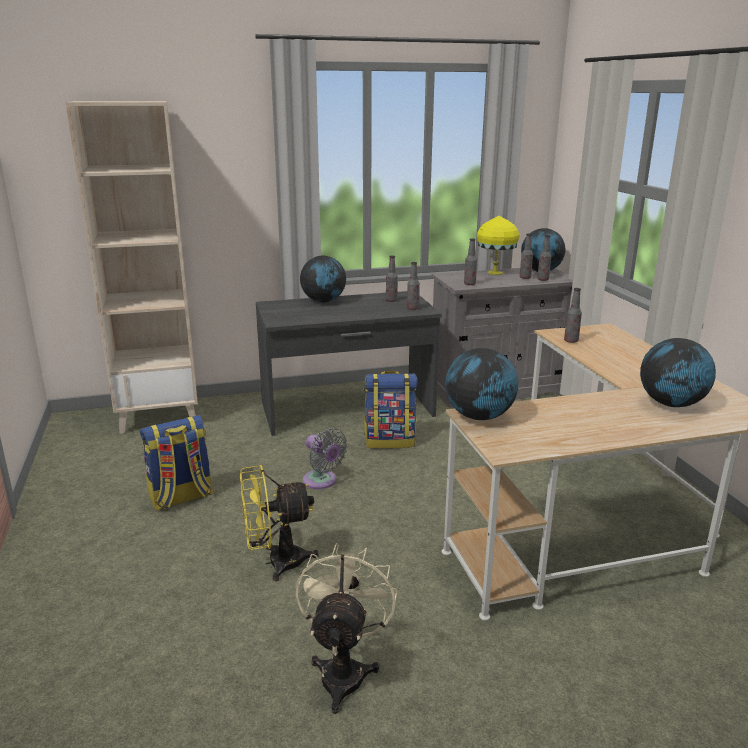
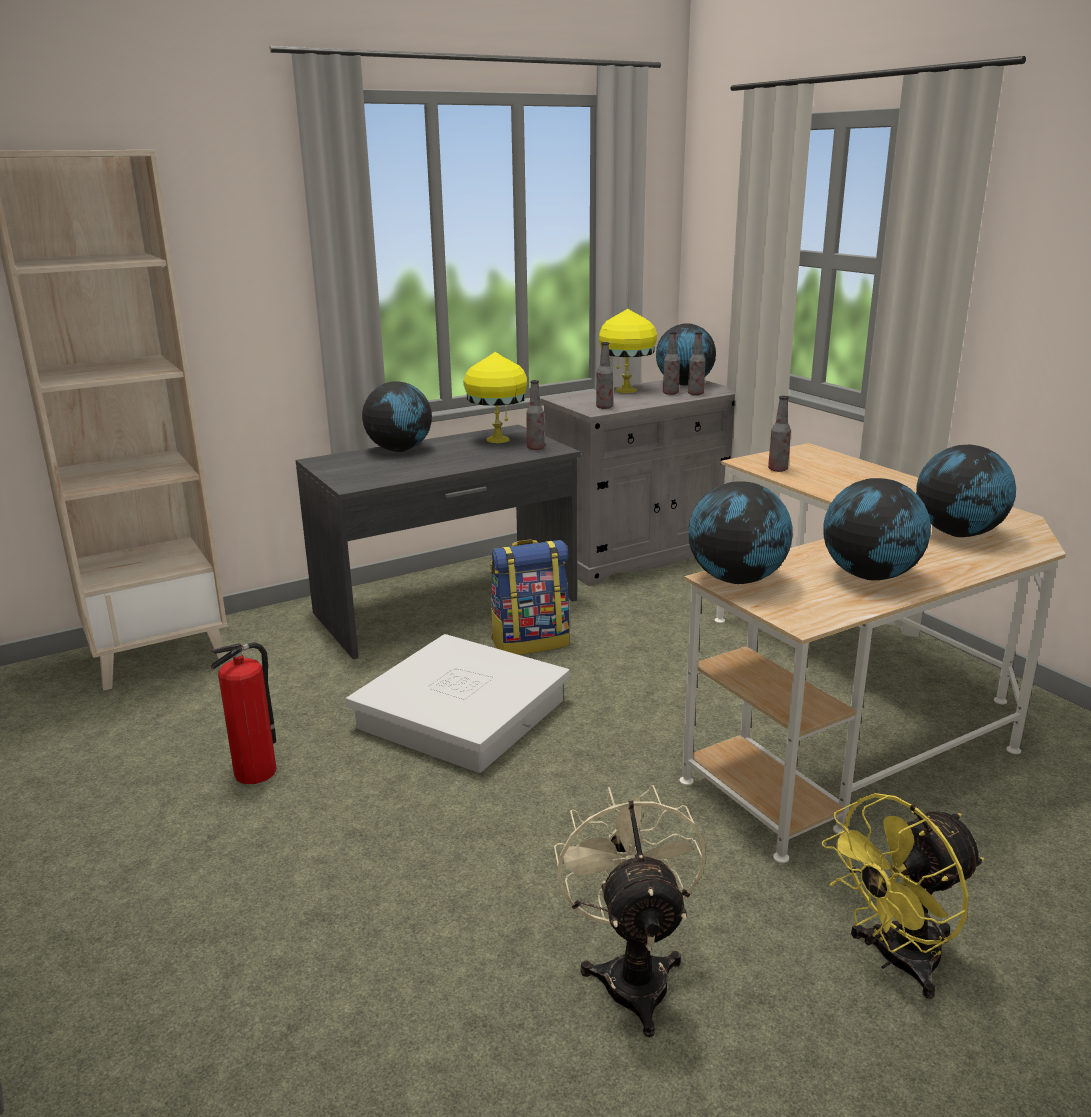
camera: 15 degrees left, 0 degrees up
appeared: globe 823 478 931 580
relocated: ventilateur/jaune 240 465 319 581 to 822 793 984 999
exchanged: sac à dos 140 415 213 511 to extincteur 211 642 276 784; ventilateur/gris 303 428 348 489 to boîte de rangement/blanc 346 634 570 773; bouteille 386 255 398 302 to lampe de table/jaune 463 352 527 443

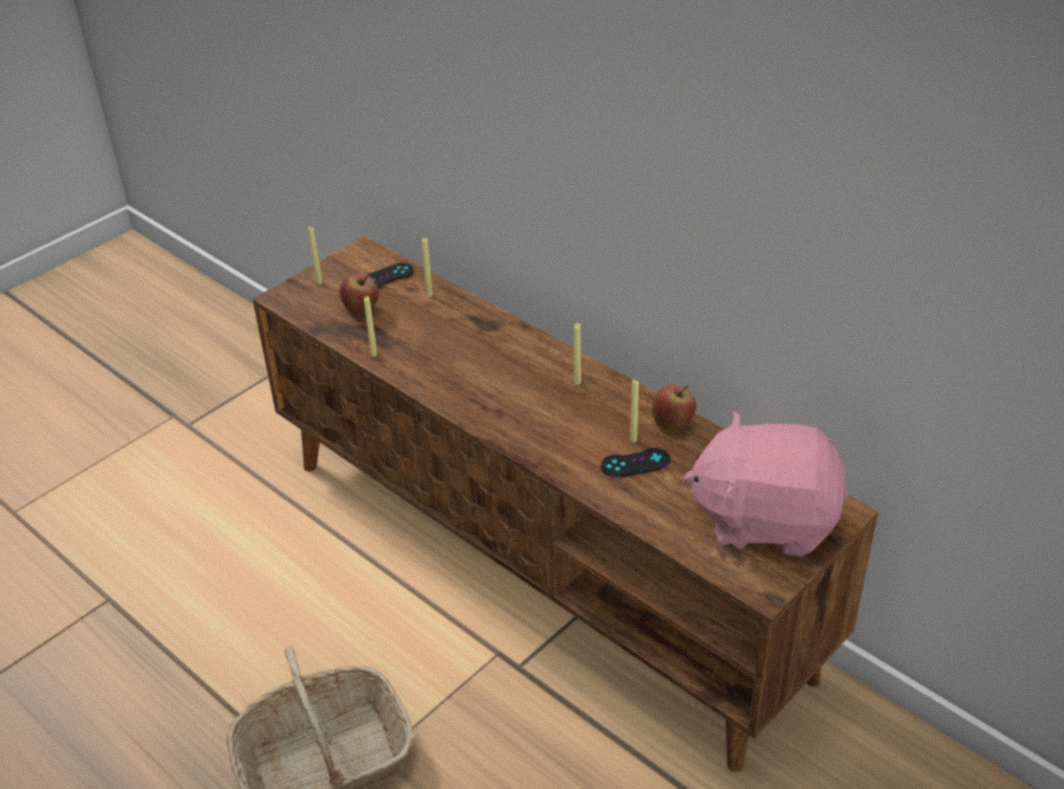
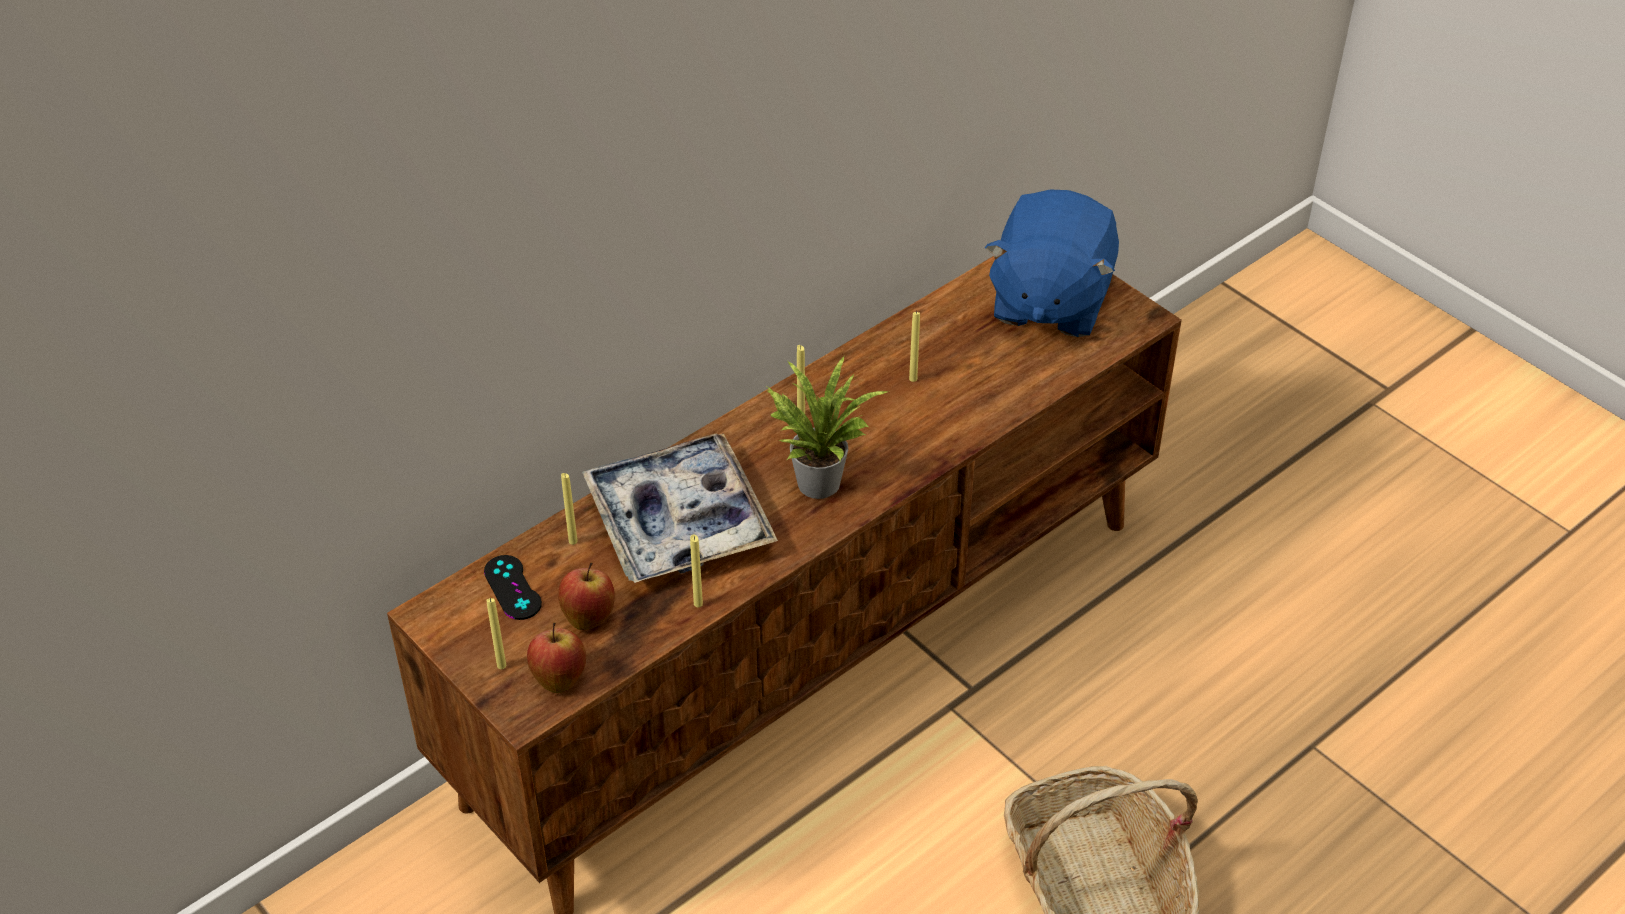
camera: 85 degrees left, 5 degrees up
missing: manette/noir 601 448 670 478
appeared: plateau 582 434 778 583; plante en pot 766 356 889 499
relocated: pomme 652 384 696 432 to 527 622 586 693
colour: peluche/rose 683 411 848 557 to peluche/bleu 985 189 1119 337

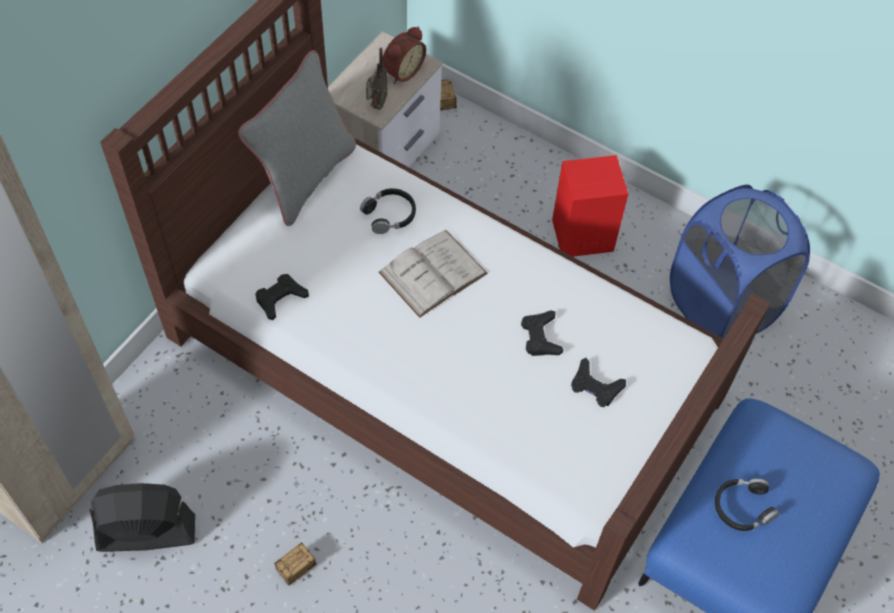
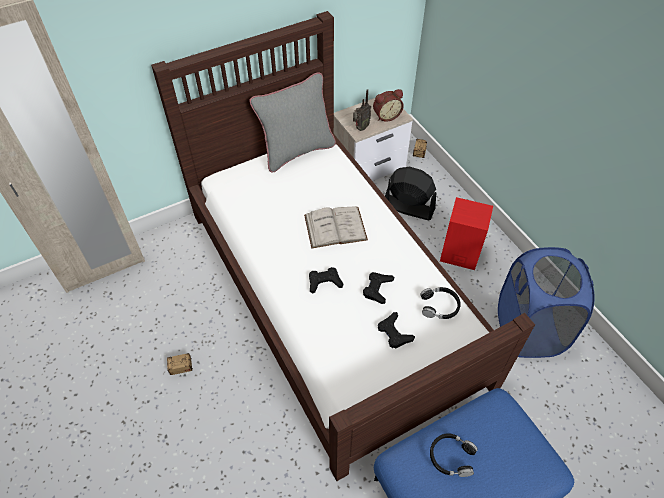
camera: 30 degrees right, 5 degrees down
relocated: manette/noir 255 274 309 320 to 309 267 343 294; ventilateur/noir 89 483 195 552 to 385 167 437 220; casque audio/noir 360 188 416 234 to 420 287 461 319

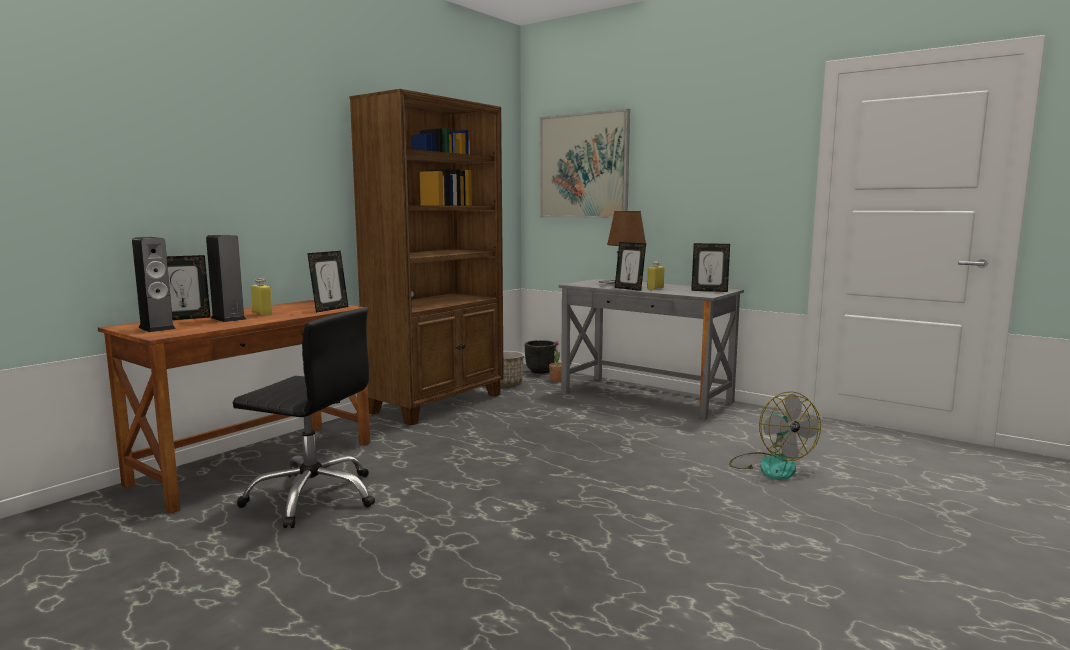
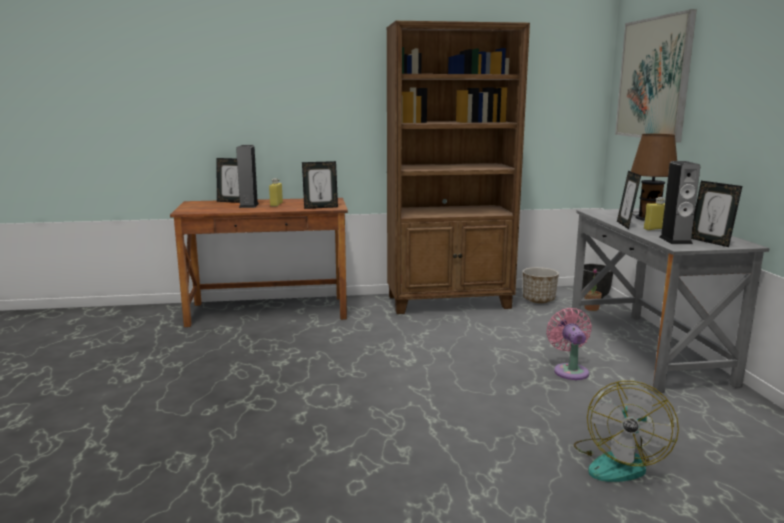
camera: 45 degrees right, 5 degrees up
missing: chaise de bureau/noir 233 308 375 528
appeared: ventilateur/rose 546 308 592 380
relocated: enceinte 132 237 175 332 to 659 161 700 244

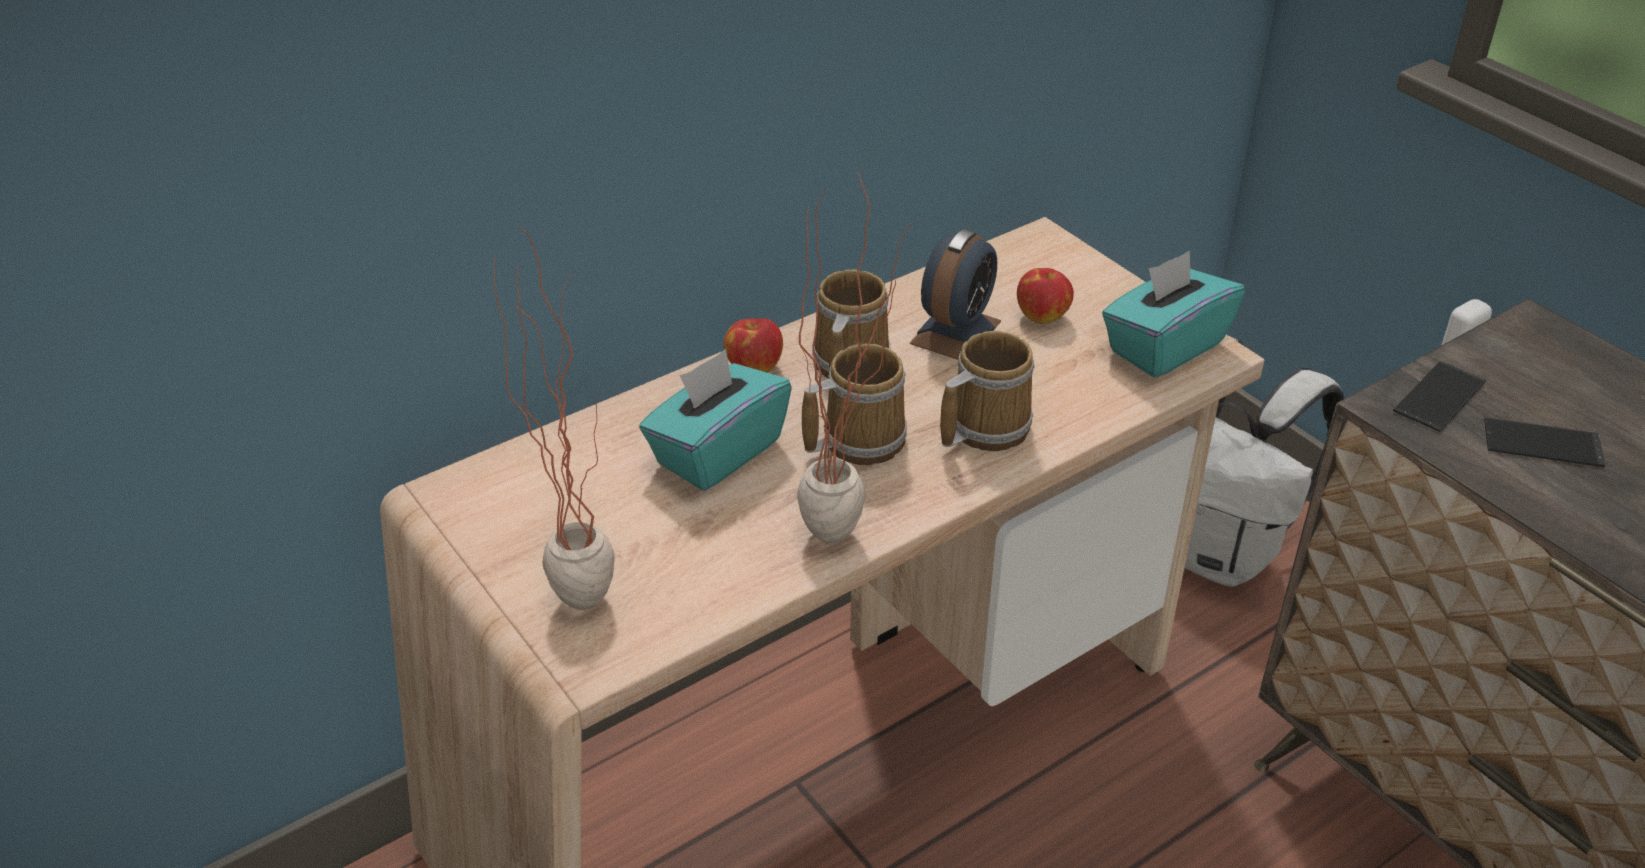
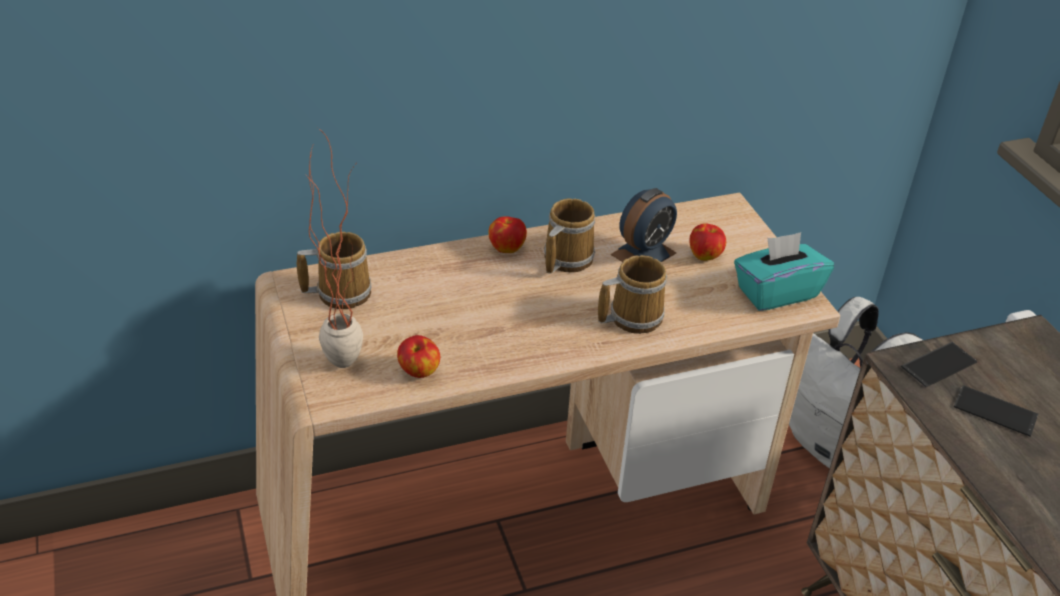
camera: 15 degrees right, 0 degrees up
missing: boîte à mouchoirs/turquoise 639 349 792 491; plante en pot 797 169 915 544
appeared: pomme 397 335 440 378
relocated: mug 802 344 907 465 to 297 232 371 309

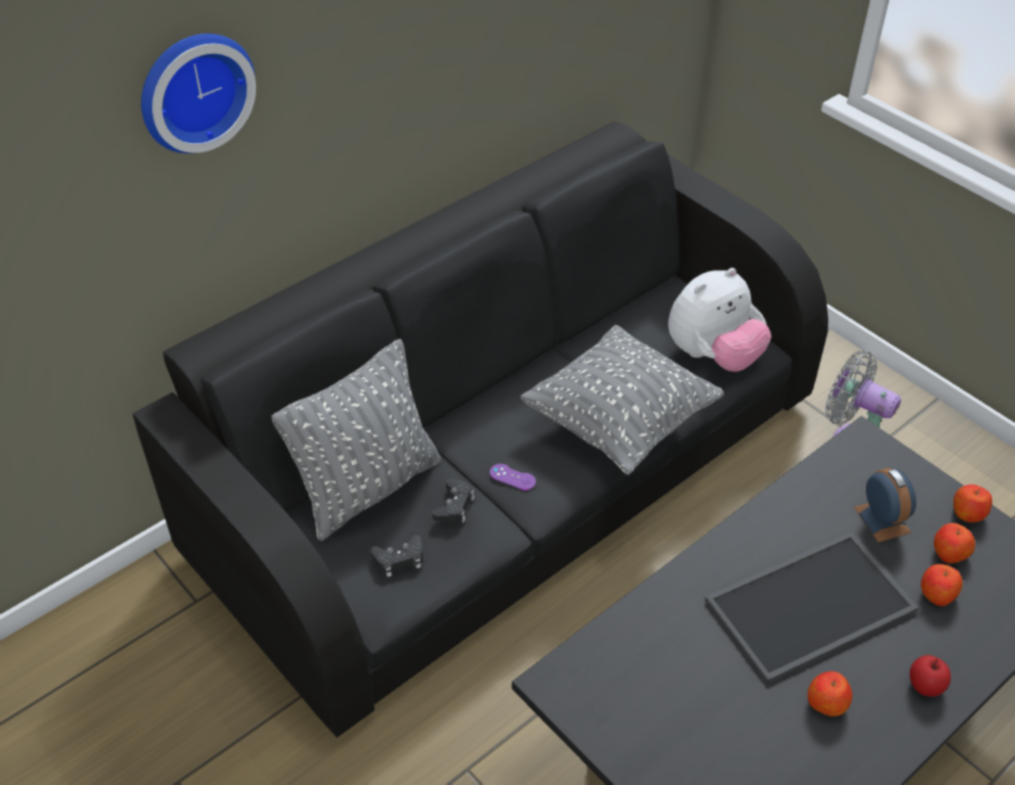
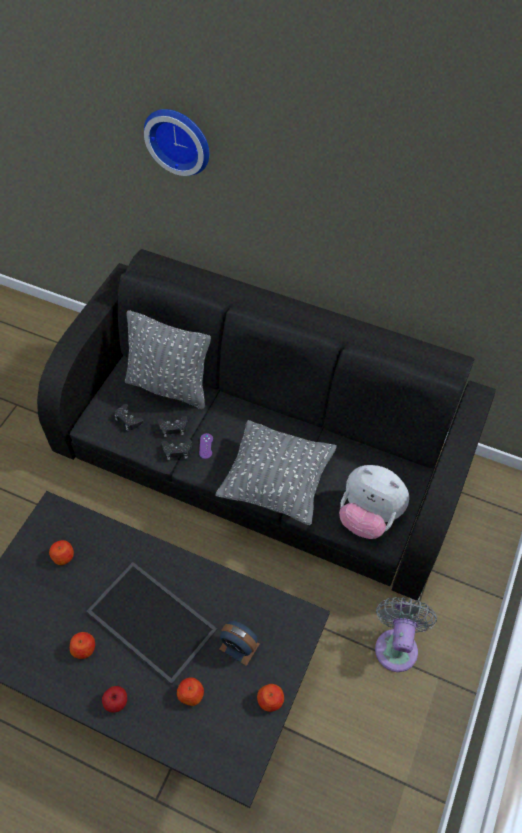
camera: 65 degrees right, 10 degrees up
appeared: manette/noir 162 439 192 460
relocated: pomme 934 523 975 563 to 49 540 74 565
spun: réveil 854 468 916 542 = 220 621 260 666 75 degrees clockwise

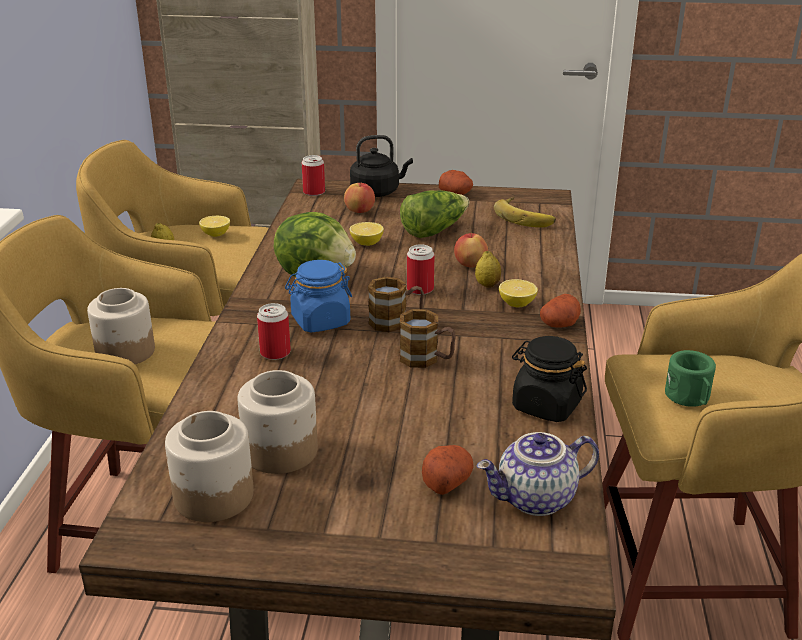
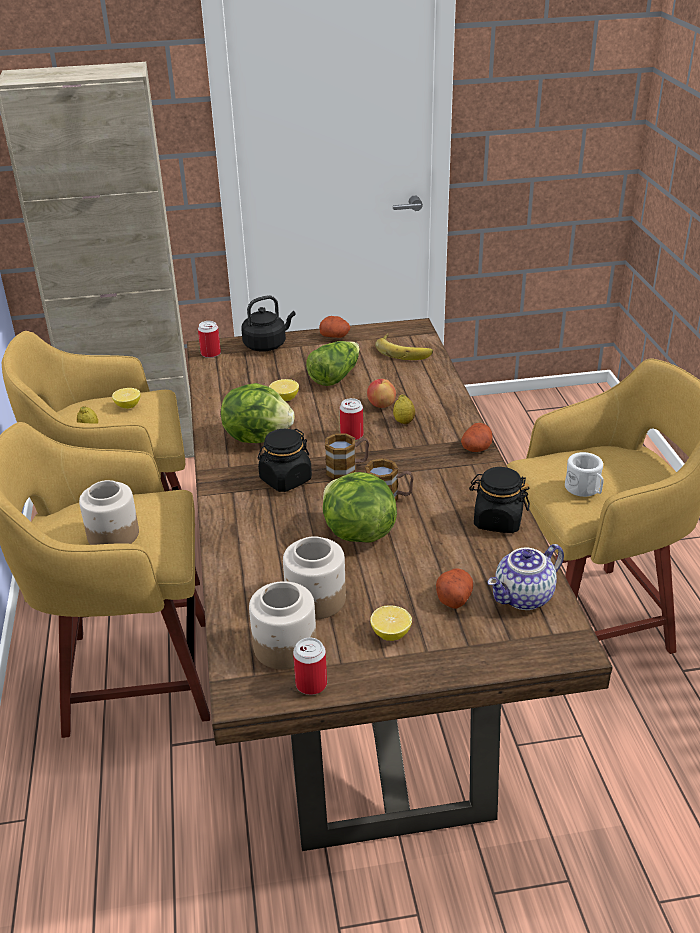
camera: 15 degrees left, 5 degrees up
missing: pomme 344 182 375 213
appeared: laitue 323 472 397 542
relocated: boîte métallique 257 303 291 360 to 293 638 327 695; citron 499 279 538 308 to 370 605 412 641
colour: bocal/bleu 285 260 352 332 to bocal/noir 258 429 312 492; mug/vert 665 350 716 407 to mug/blanc 565 452 604 497

